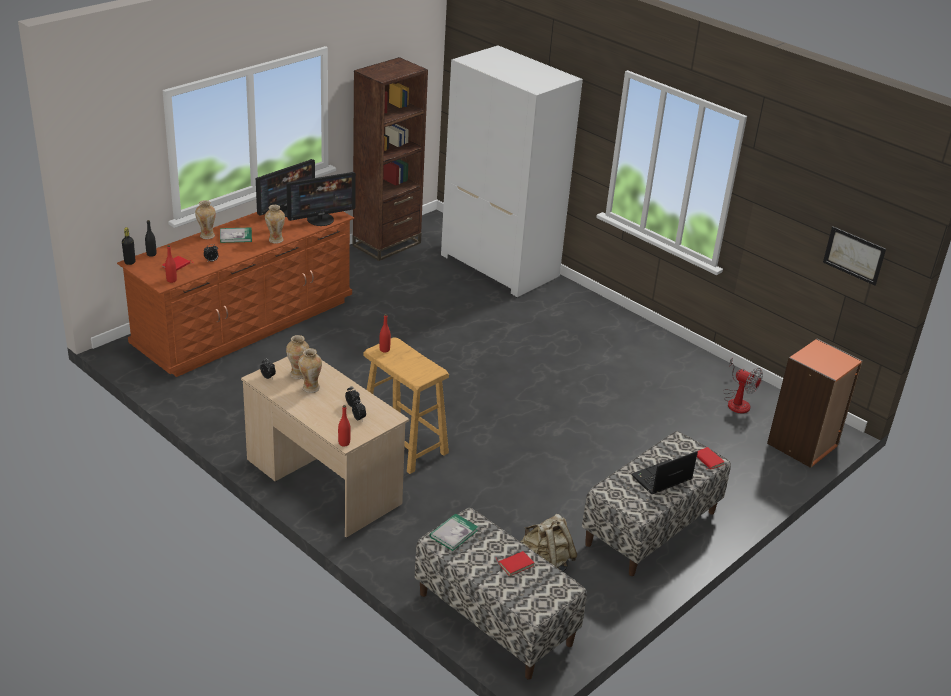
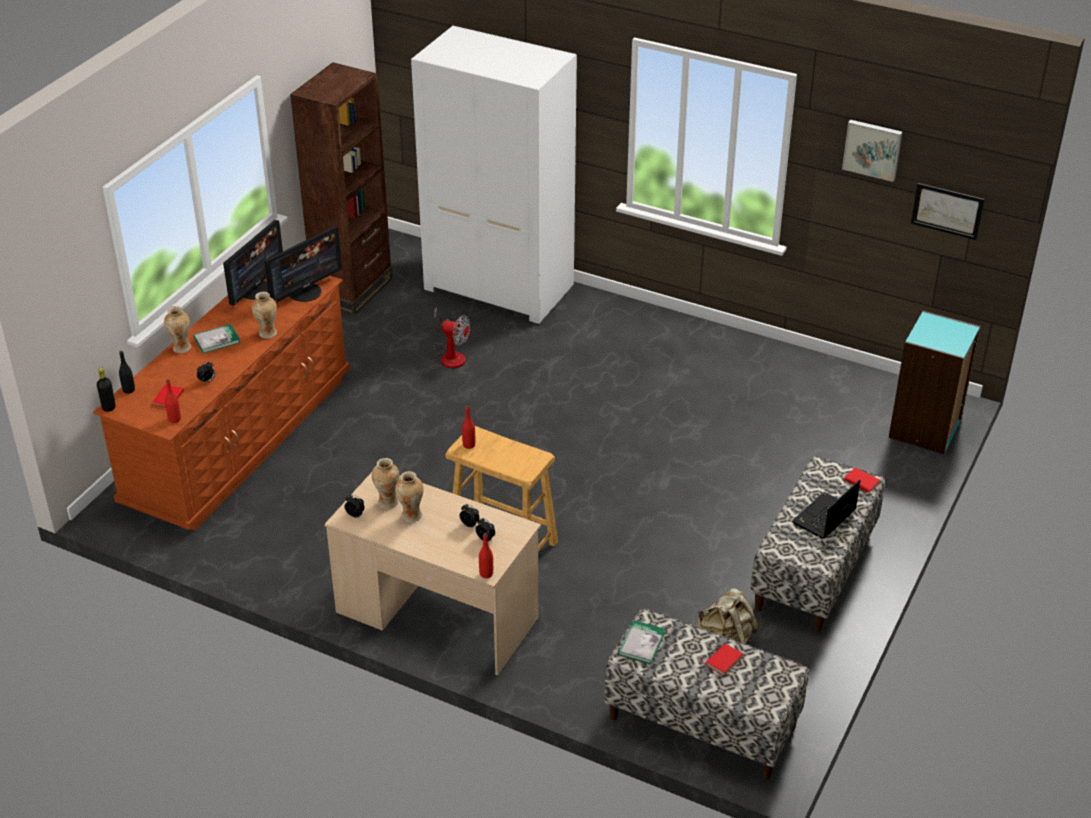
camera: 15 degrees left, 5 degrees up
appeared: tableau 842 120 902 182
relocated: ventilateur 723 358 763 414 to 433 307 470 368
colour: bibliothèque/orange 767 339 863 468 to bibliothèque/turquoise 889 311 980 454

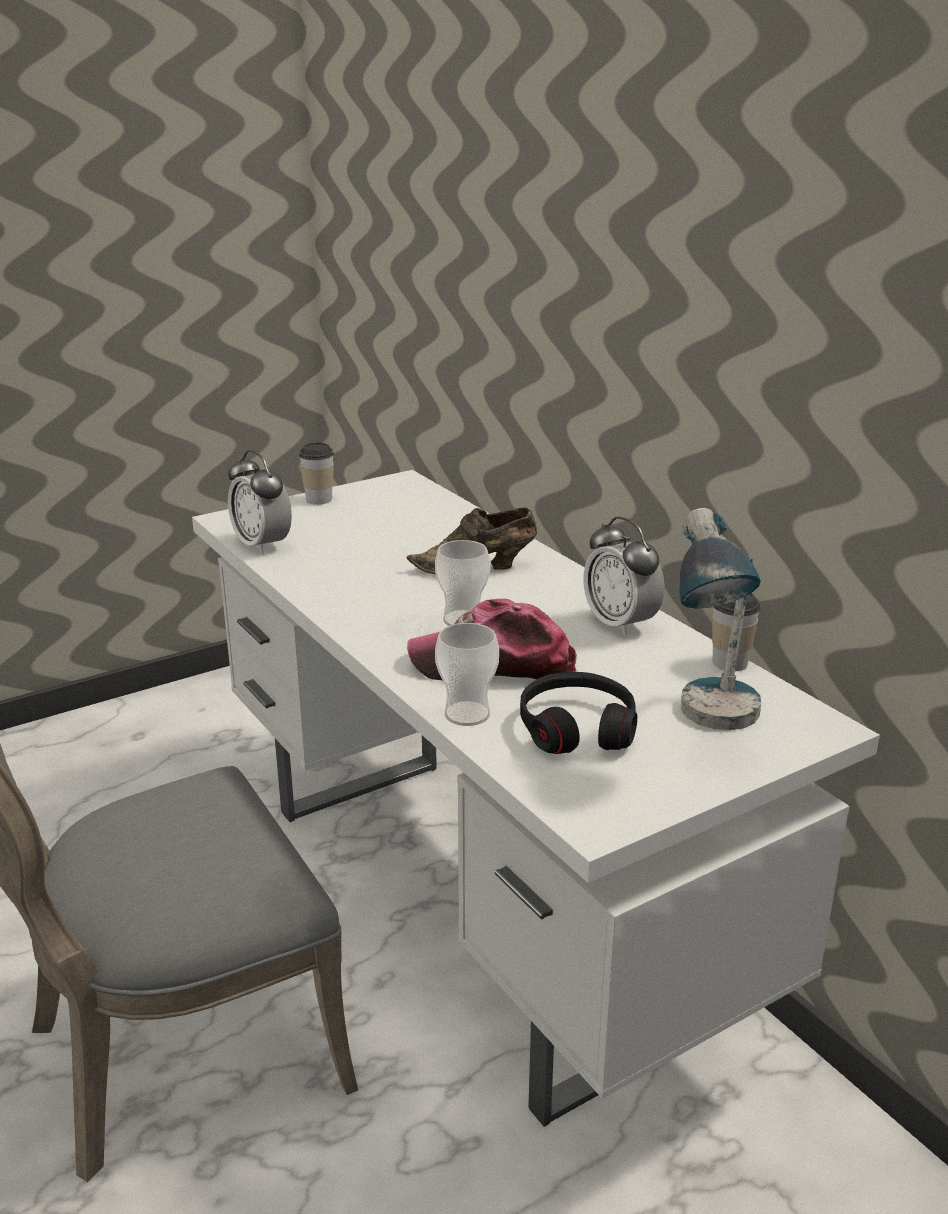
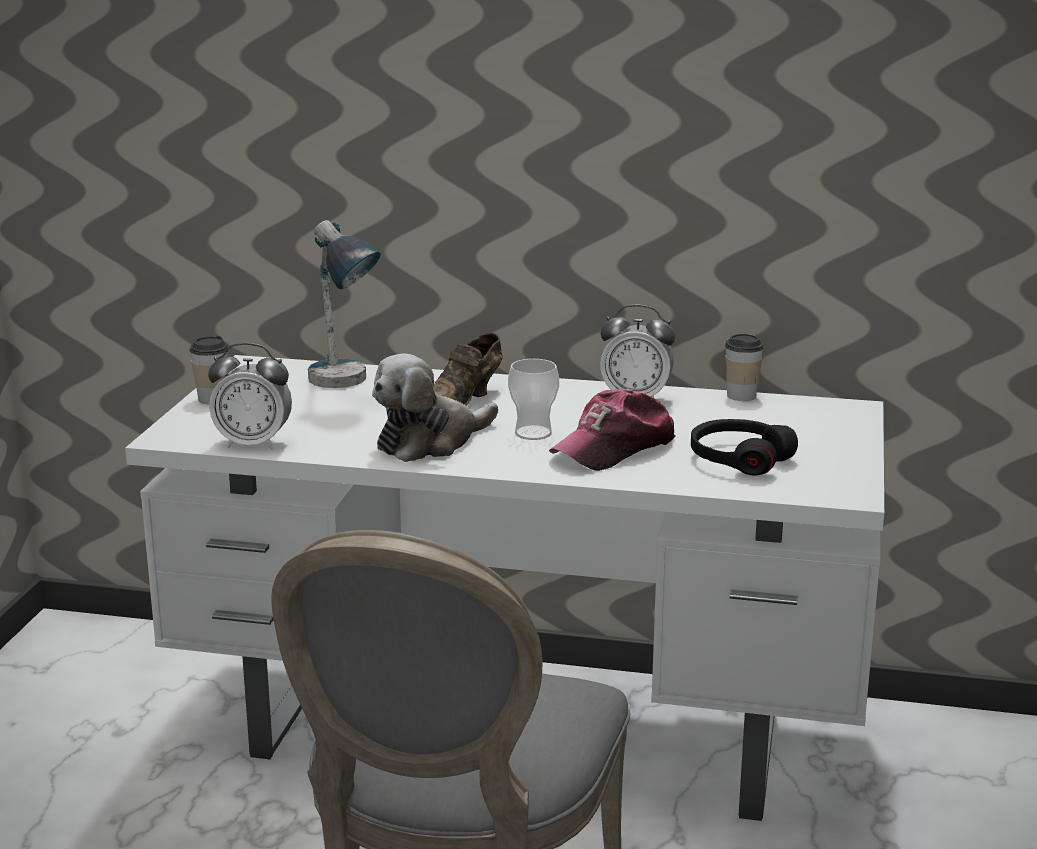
camera: 45 degrees left, 5 degrees down
missing: tasse 435 623 499 726
appeared: peluche 372 353 498 462
relocated: lampe de table 679 508 761 730 to 308 220 381 388

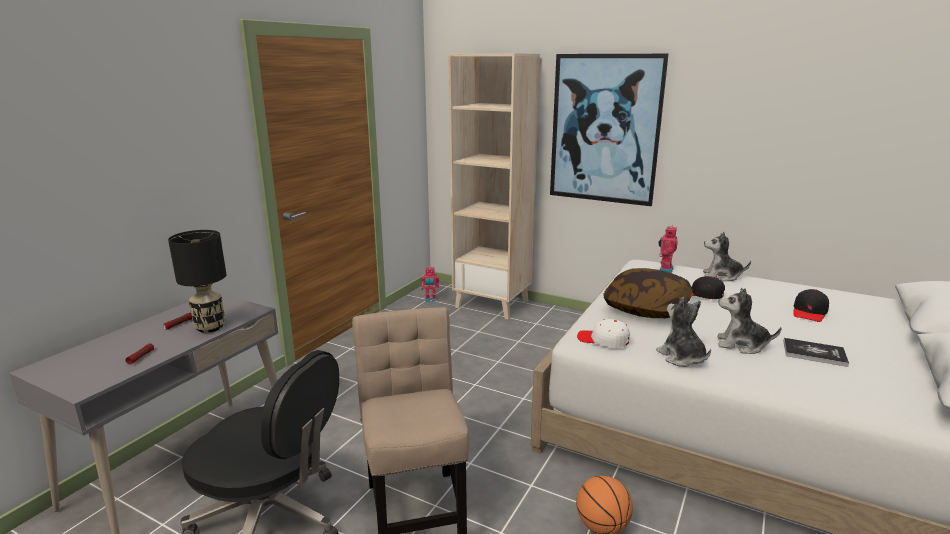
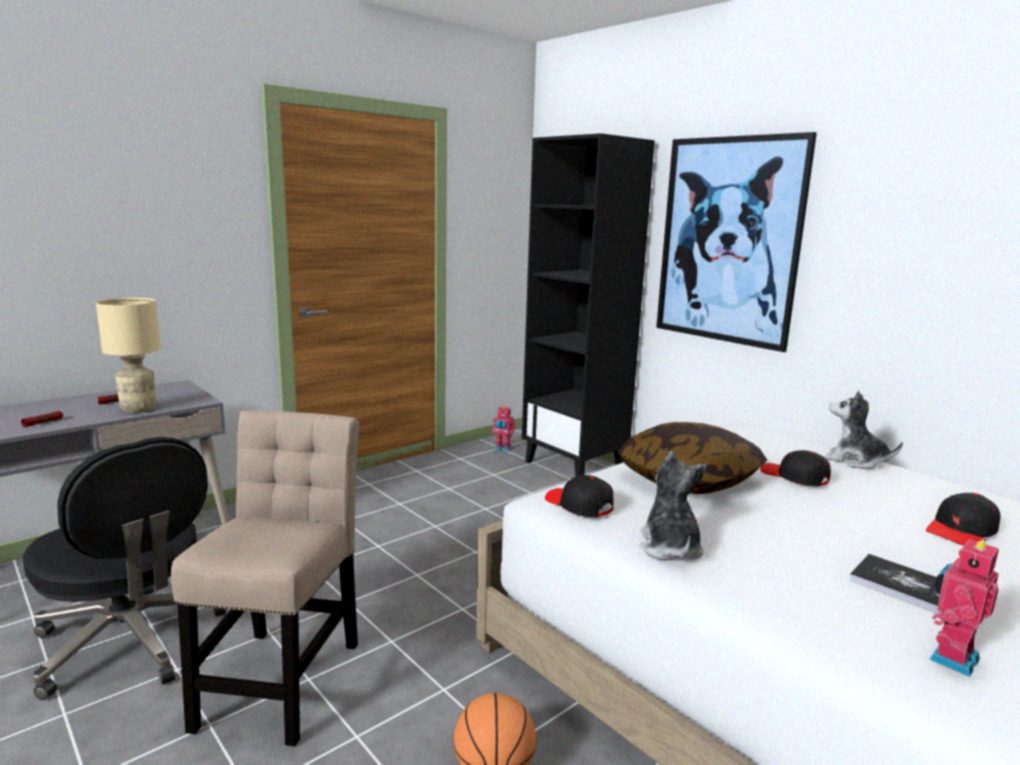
camera: 20 degrees right, 5 degrees down
missing: peluche 718 288 782 354
relocated: robot jouet 658 225 678 273 to 929 538 999 677
colour: lampe de table/noir 168 230 226 333 to lampe de table/beige 96 298 161 413; bibliothèque/beige 448 53 540 320 to bibliothèque/noir 522 133 655 476; casquette/blanc 577 319 630 348 to casquette/noir 545 475 614 517

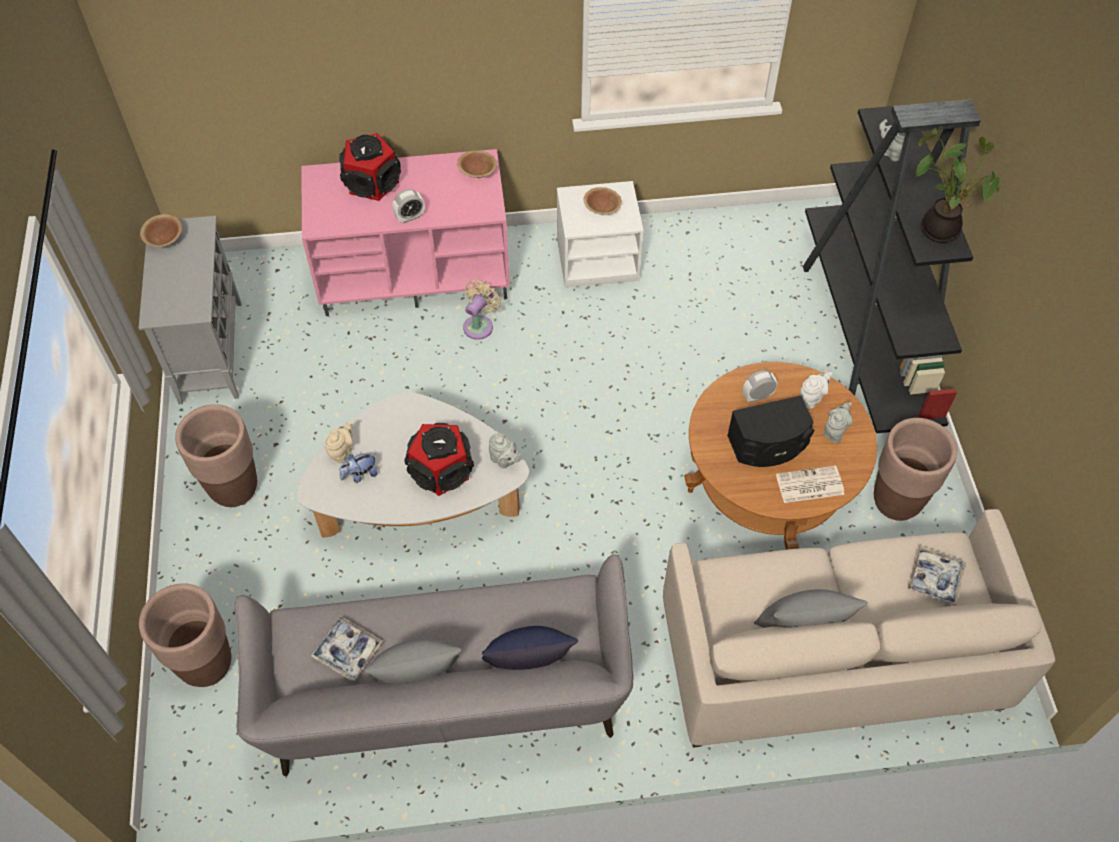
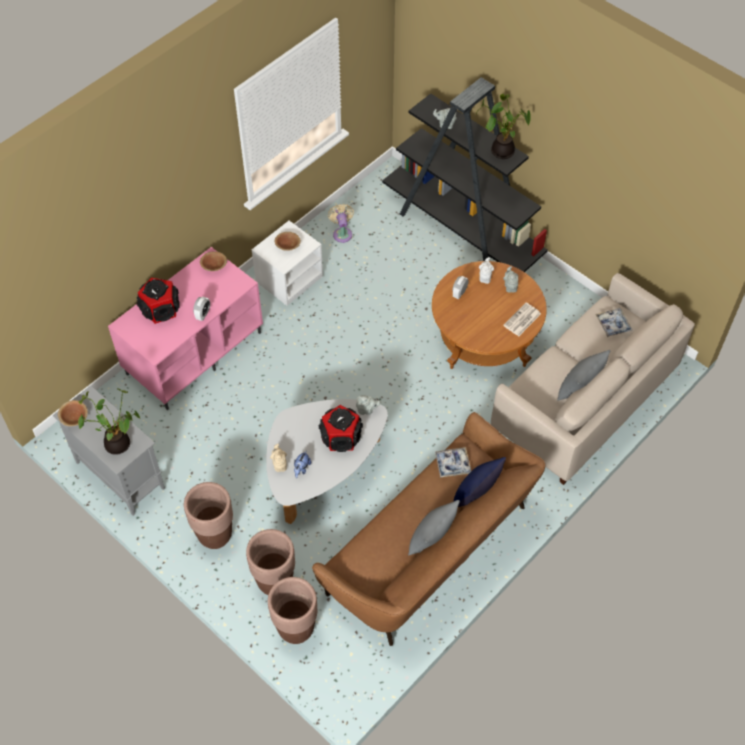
camera: 40 degrees left, 0 degrees up
missing: enceinte/noir 727 396 814 467
appeared: plante en pot 78 388 140 455
relocated: cache-pot/marron 874 418 957 521 to 246 529 295 595; ventilateur/beige 463 279 502 340 to 328 204 354 243; plateau 310 616 383 681 to 435 447 471 478
colour: canapé/gris 235 554 633 777 to canapé/marron 312 412 545 646

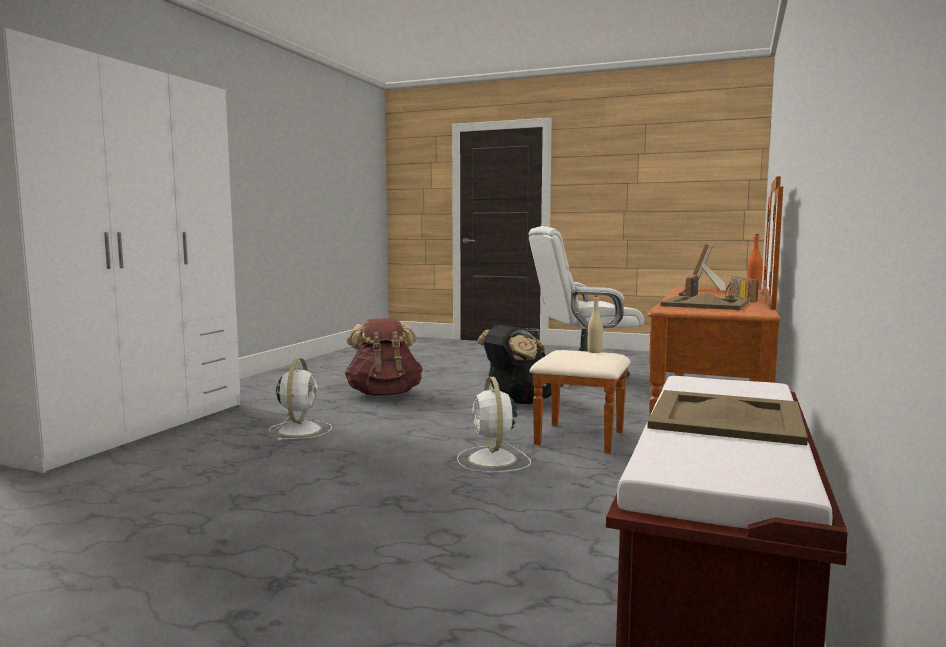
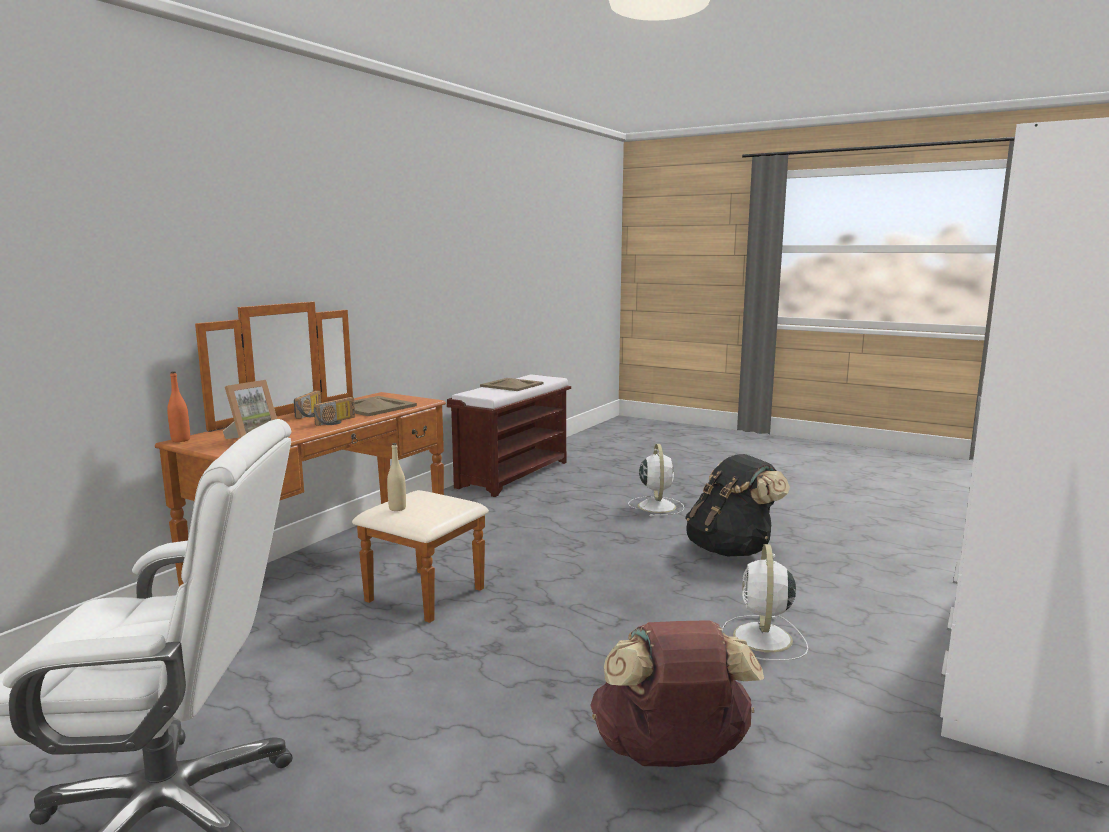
camera: 170 degrees left, 5 degrees up
relocated: ventilateur/blanc 457 377 531 472 to 628 444 684 517; sac à dos/noir 477 325 551 404 to 685 454 790 556

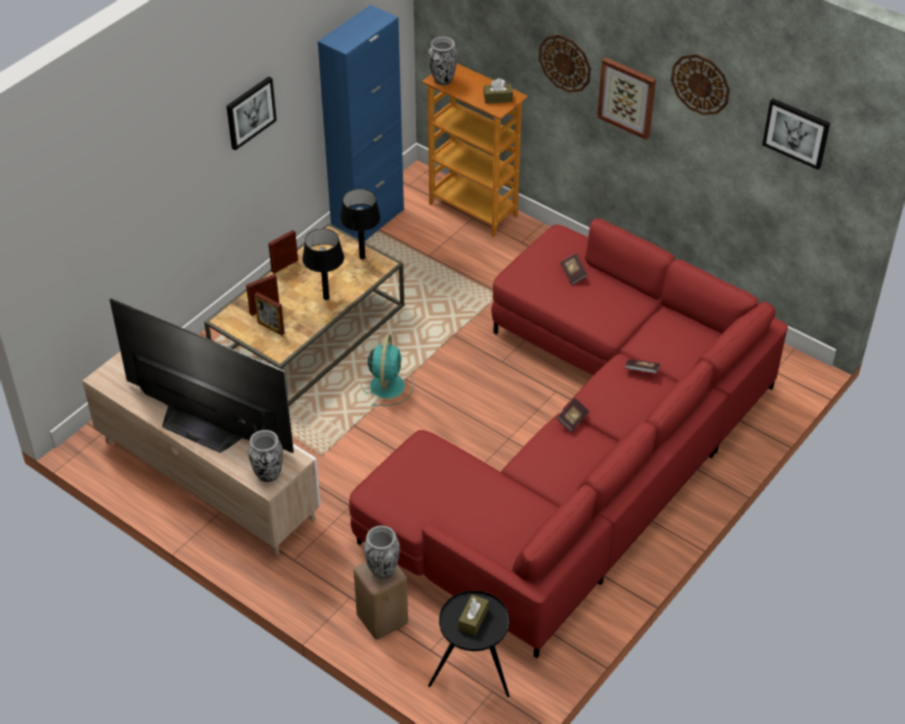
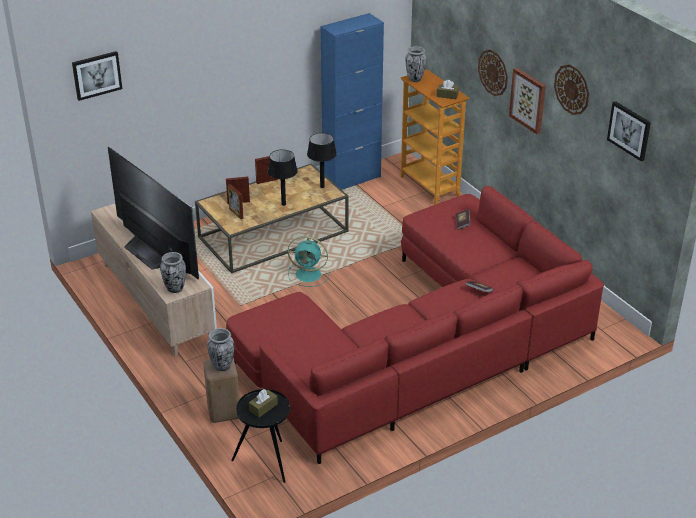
camera: 20 degrees right, 10 degrees down
missing: livre 557 398 589 432
relocated: tableau 226 77 277 151 to 72 51 122 101
spun: ventilateur/turquoise 361 334 414 406 = 288 236 329 287 75 degrees clockwise

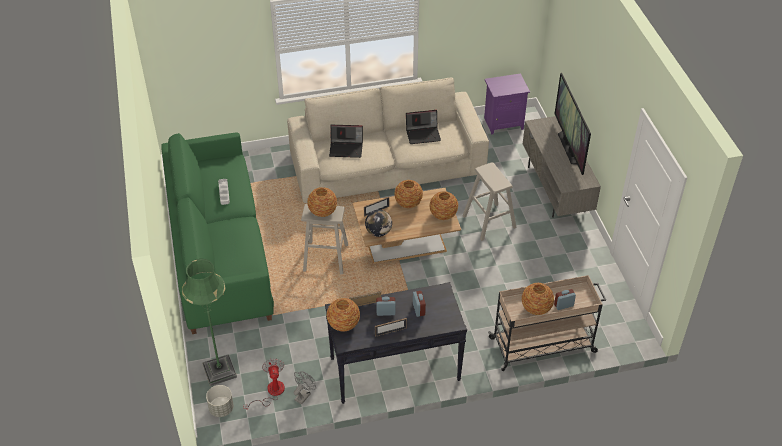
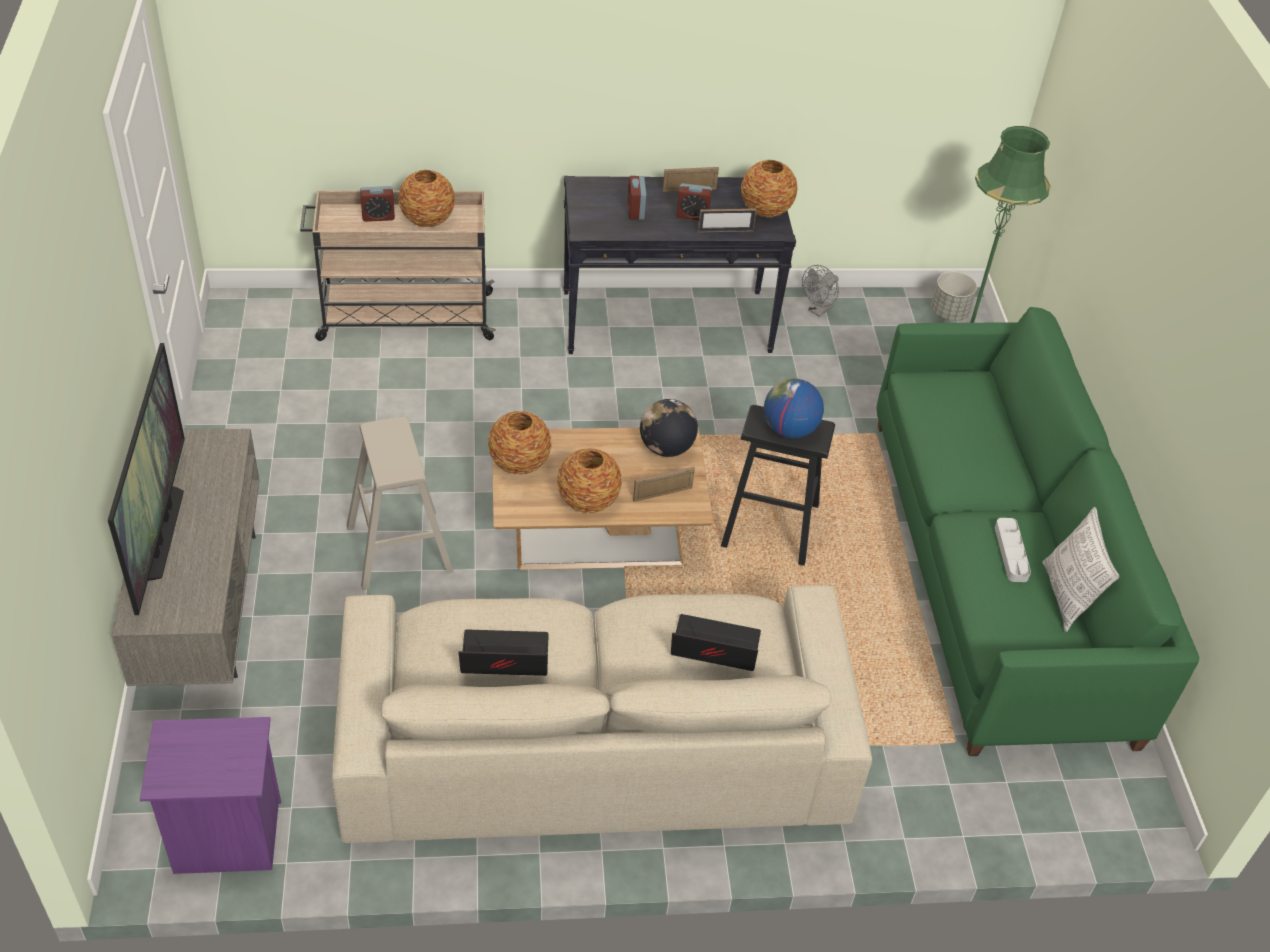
camera: 175 degrees left, 0 degrees up
missing: ventilateur 243 358 285 410
appeared: coussin 1043 507 1119 632
exchanged: vase 307 187 337 217 to globe 764 378 824 438
colour: tabouret/beige 301 204 348 274 to tabouret/noir 721 405 835 566

